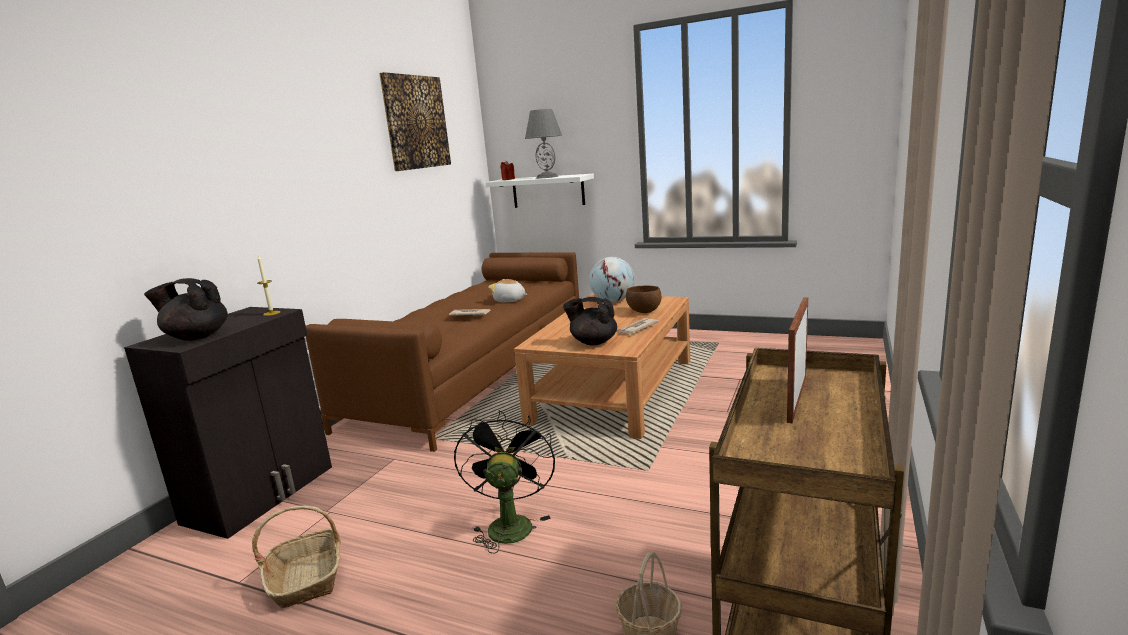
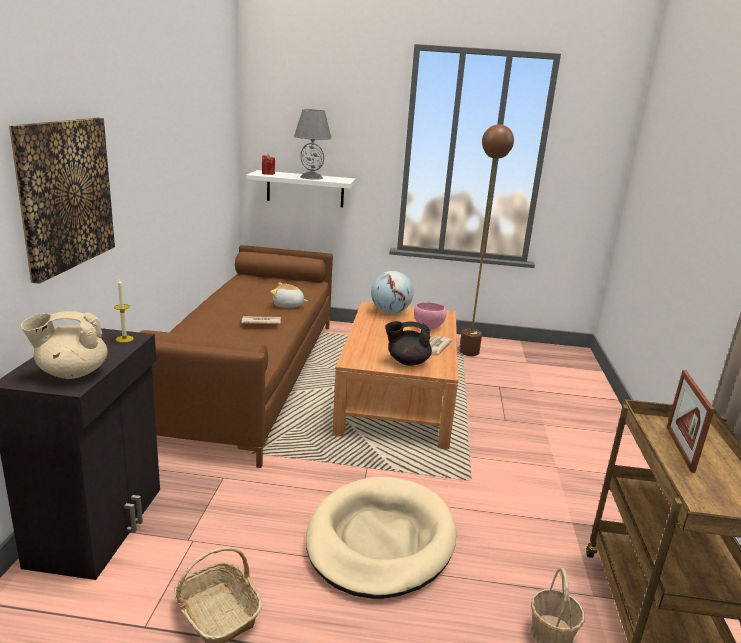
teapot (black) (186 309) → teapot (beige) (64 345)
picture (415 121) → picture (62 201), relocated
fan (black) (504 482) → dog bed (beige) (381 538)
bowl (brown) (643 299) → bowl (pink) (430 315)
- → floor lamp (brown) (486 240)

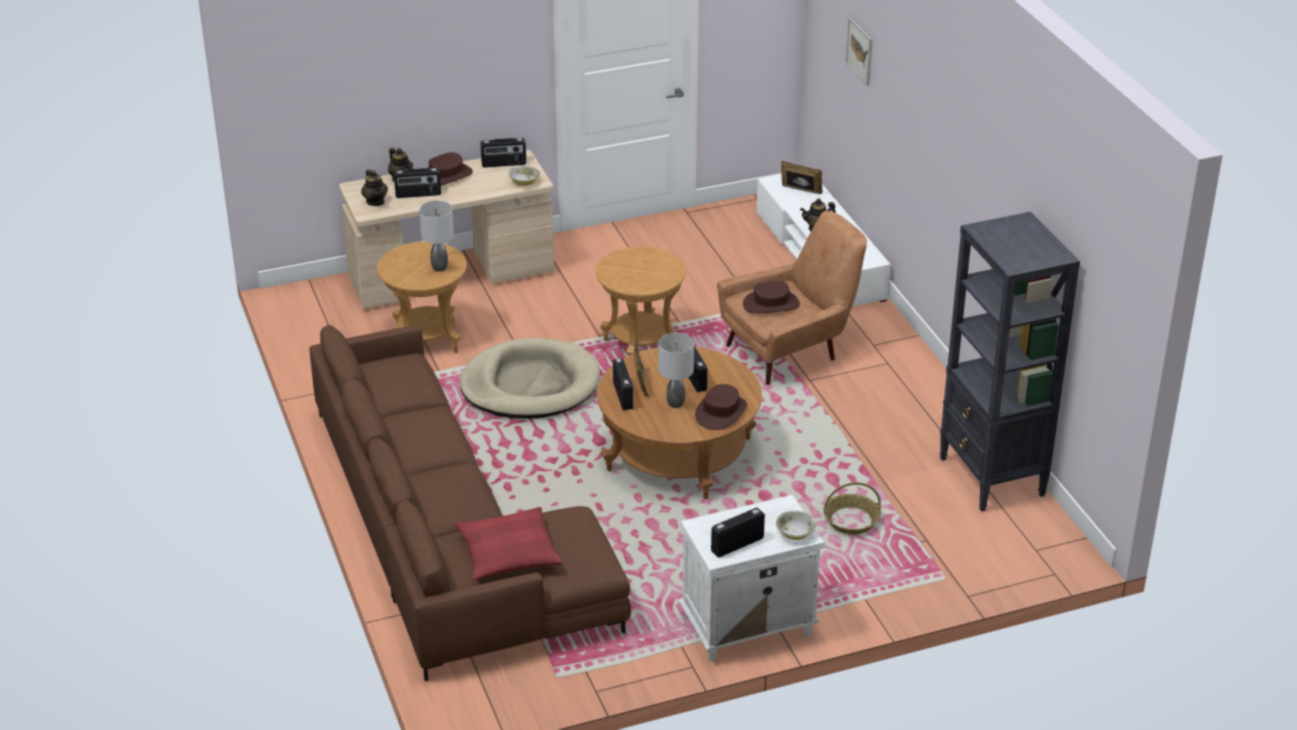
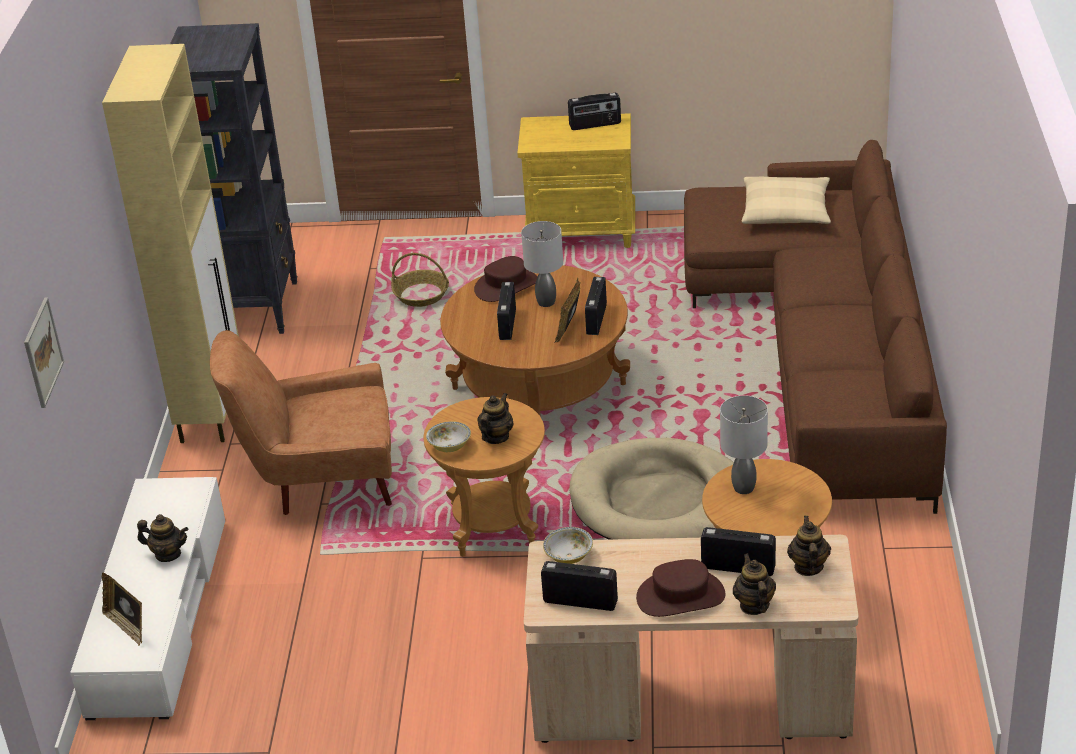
pillow (red) (509 543) → pillow (beige) (786 200)
nightstand (white) (751 578) → nightstand (yellow) (576 180)
hat (brown) (771 297) → -
bowl (796 525) → bowl (448 436), relocated
- → cabinet (beige) (170 243)
- → teapot (495 418)

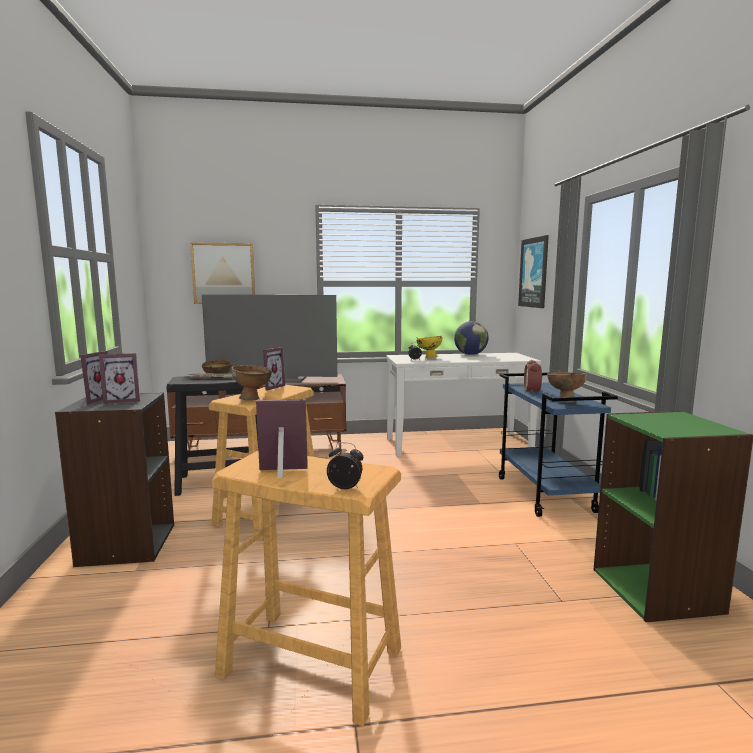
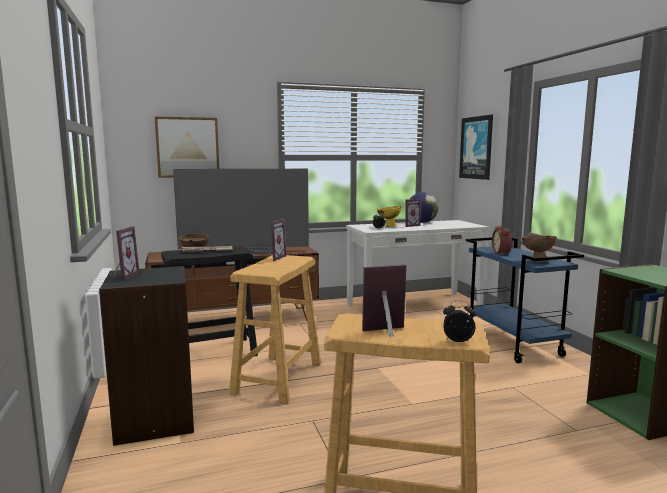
picture frame (119 378) → picture frame (413 213), relocated
bowl (brown) (251 382) → -

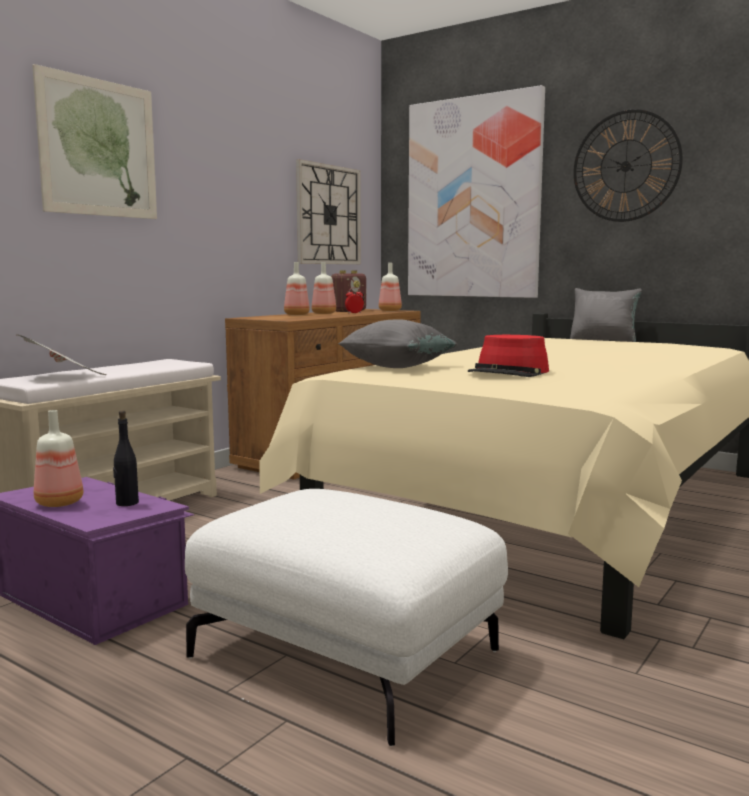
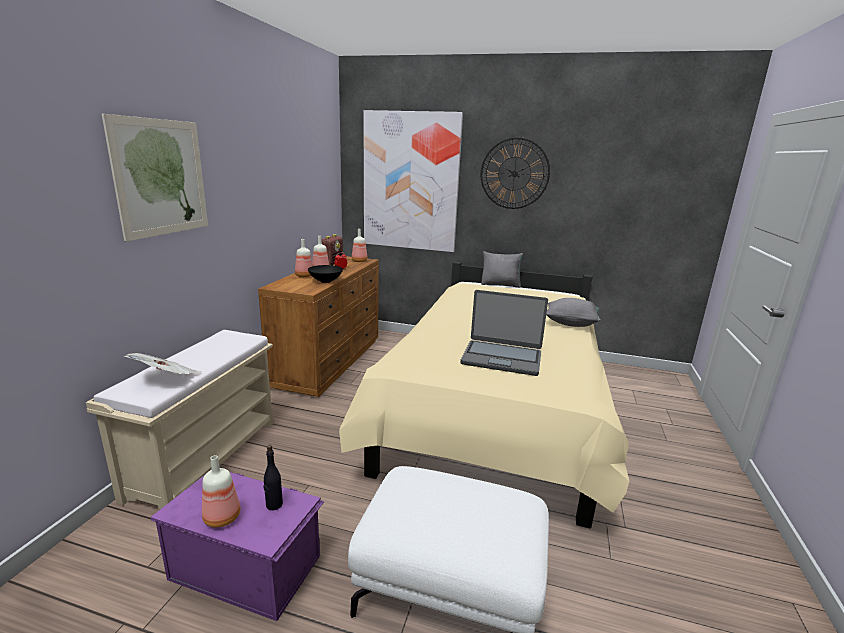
wall clock (328 211) → -
pillow (grey) (398 343) → pillow (grey) (573 312), relocated
hat (red) (508 356) → laptop (504 333)
- → bowl (black) (325 274)

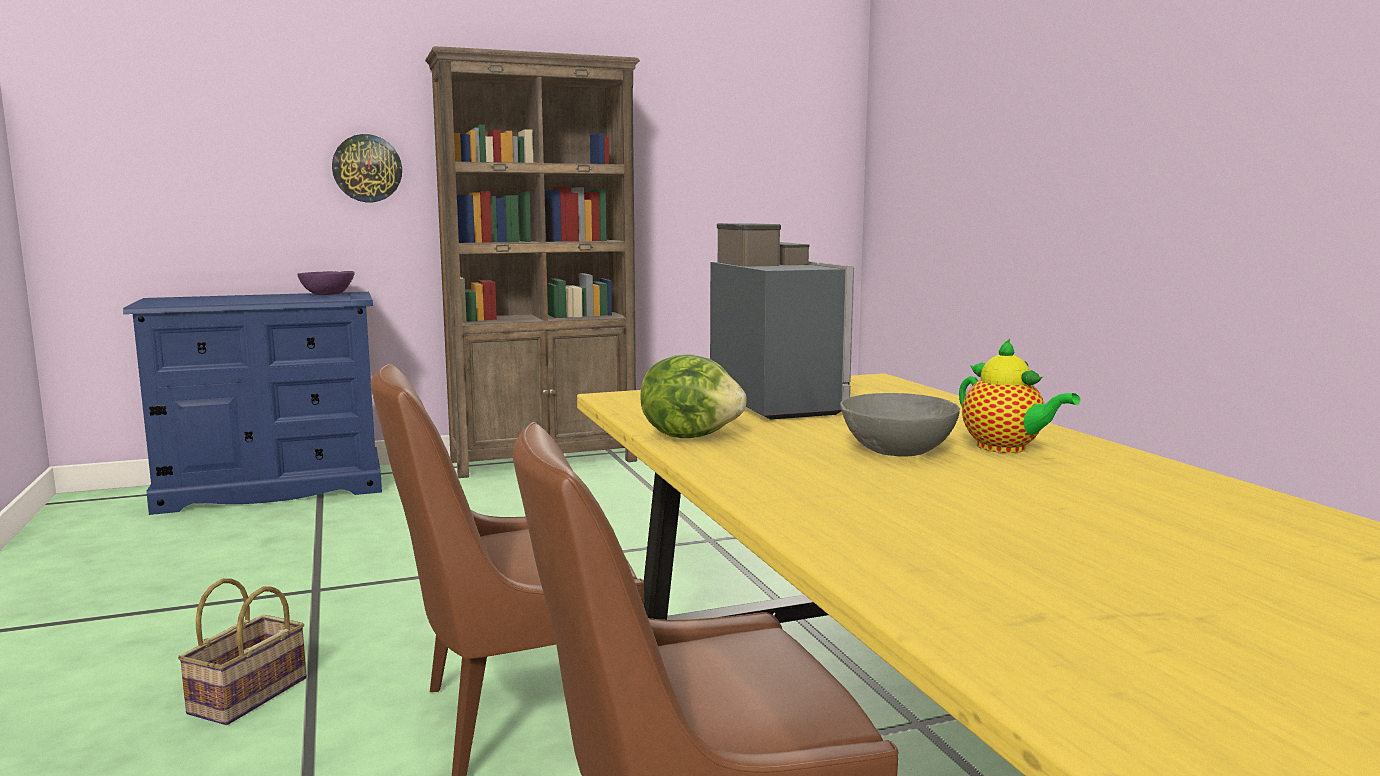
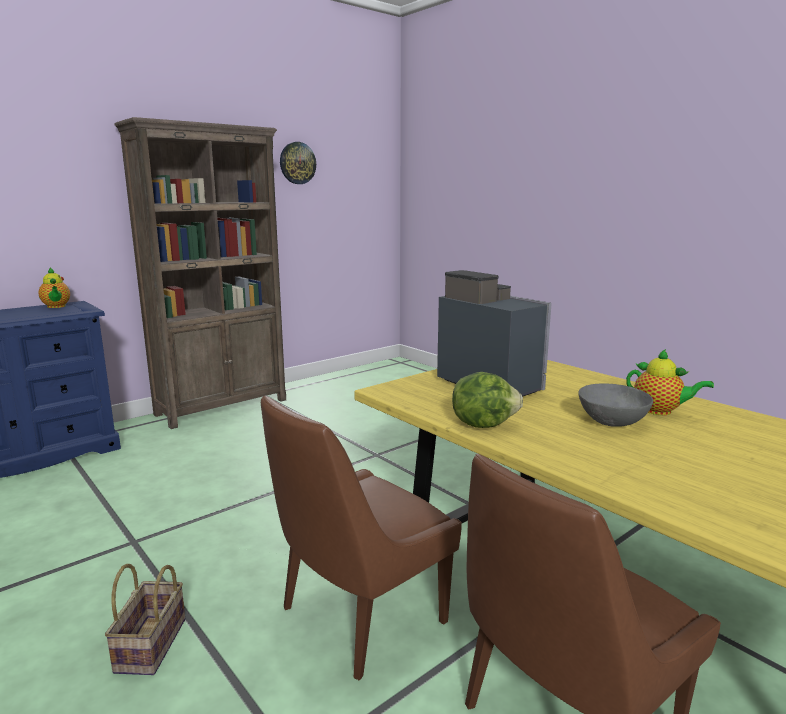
bowl (purple) (326 283) → teapot (54 287)
wall clock (367 168) → wall clock (298 163), relocated

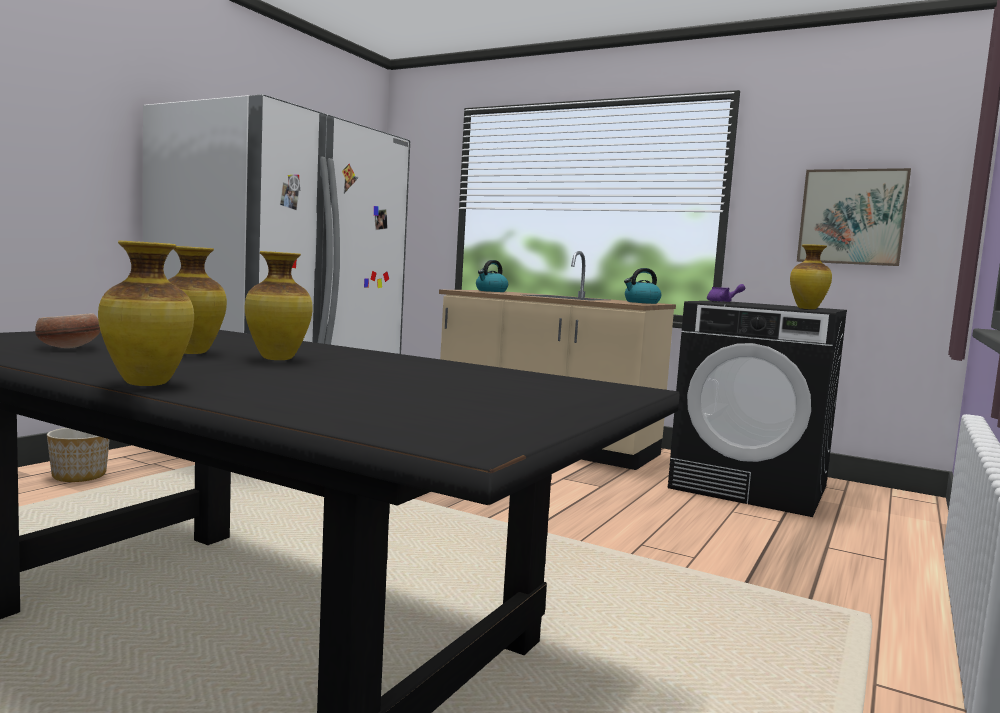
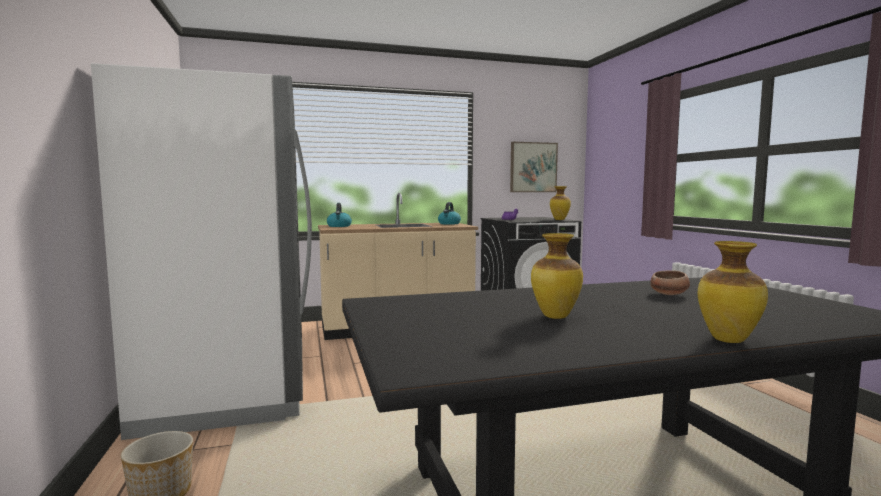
bowl (67 331) → bowl (670 282), relocated
vase (279 305) → -

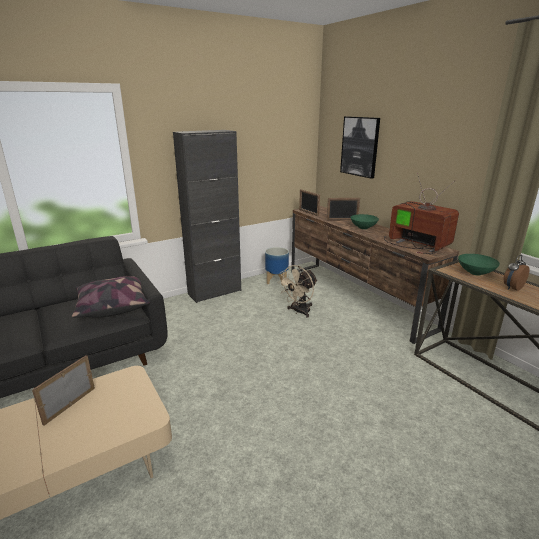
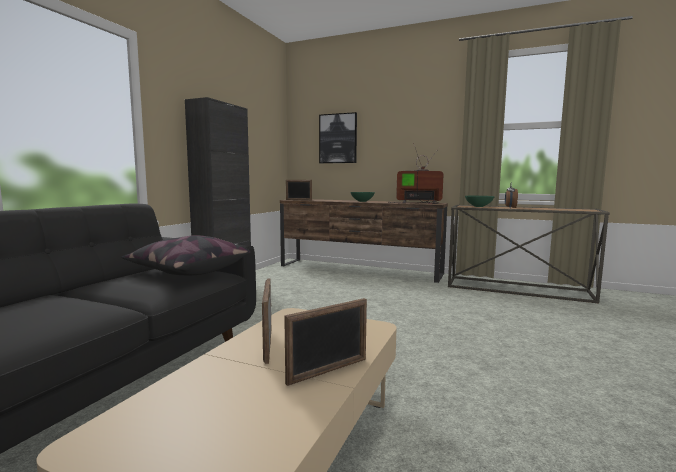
planter (277 266) → -
fan (beige) (297 291) → -
picture frame (343 209) → picture frame (325 342), relocated

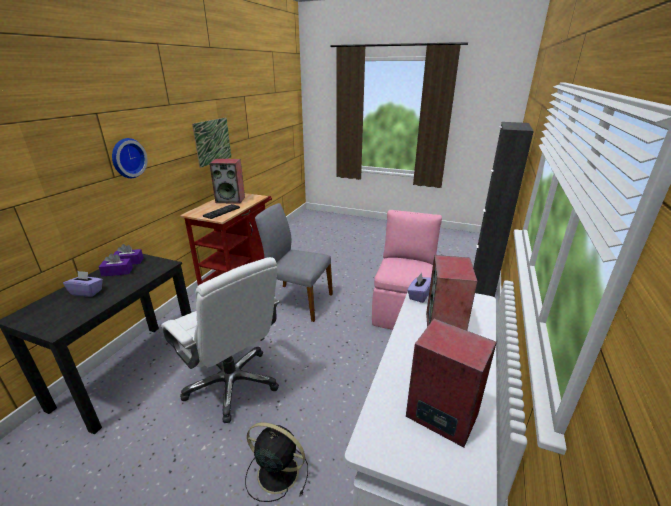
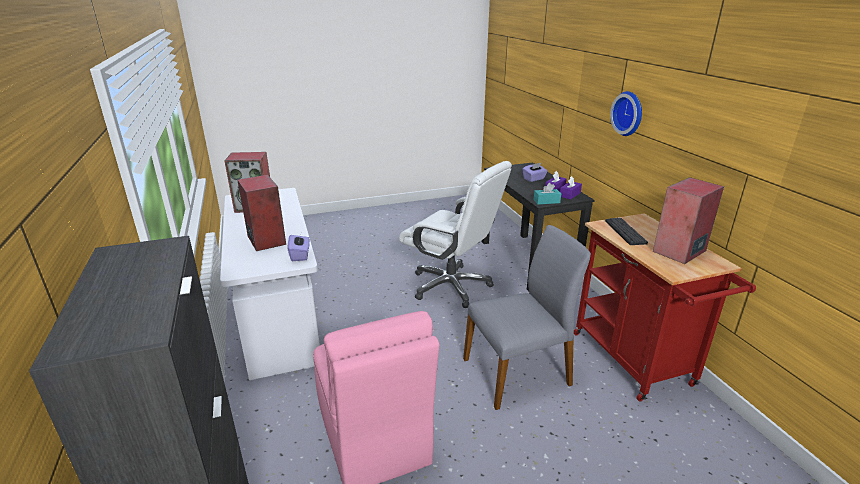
office chair (white) (220 340) → office chair (white) (455 234), 150 degrees counterclockwise
picture (211 142) → -
fan (black) (276 462) → -
- → tissue box (turquoise) (547 194)

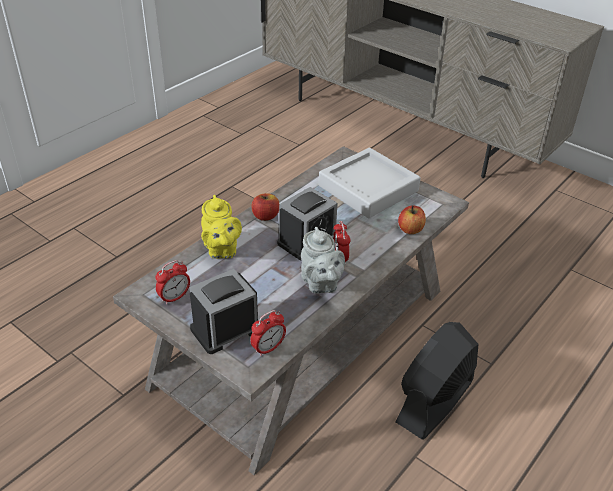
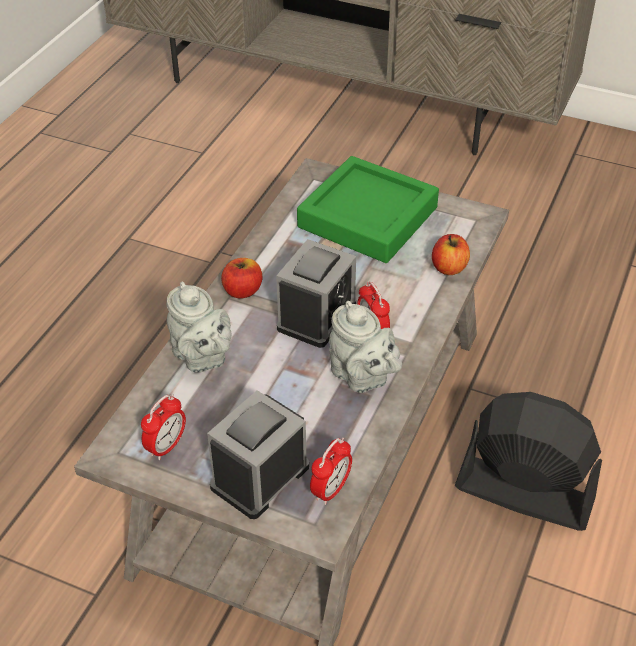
teapot (yellow) (221 227) → teapot (grey) (199 327)
tray (grey) (369 183) → tray (green) (368 209)
fan (black) (437 381) → fan (black) (528 461), 90 degrees clockwise

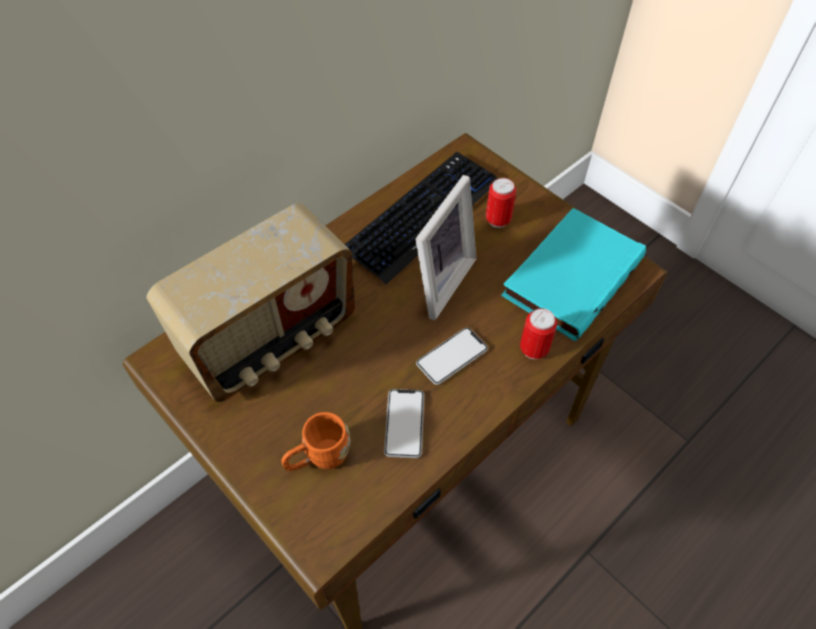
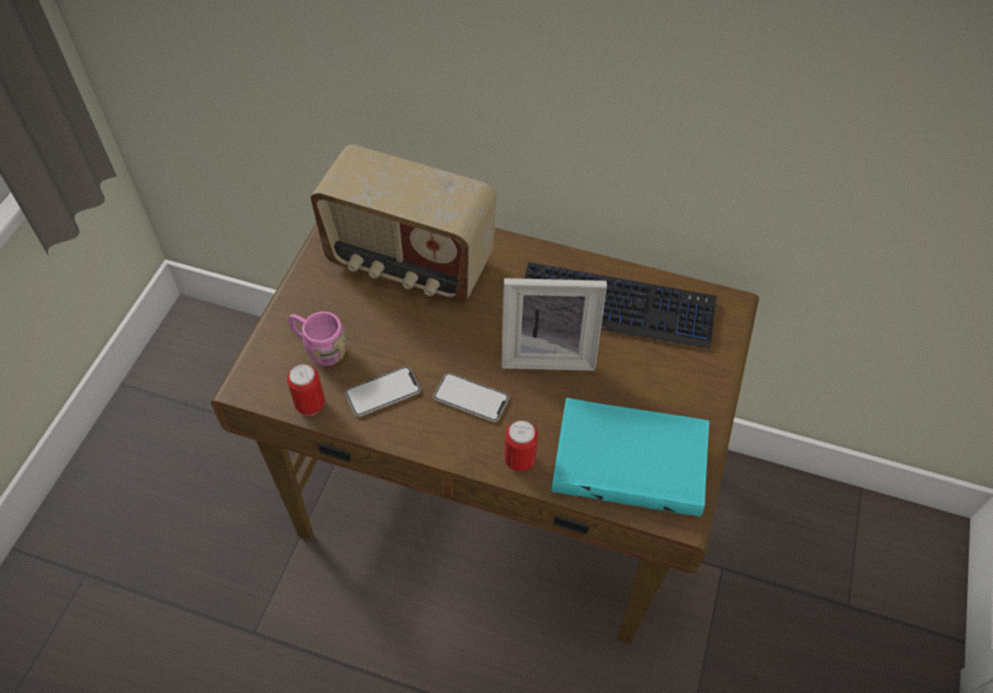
mug (orange) (315 441) → mug (pink) (317 339)
can (501 203) → can (306 389), relocated

